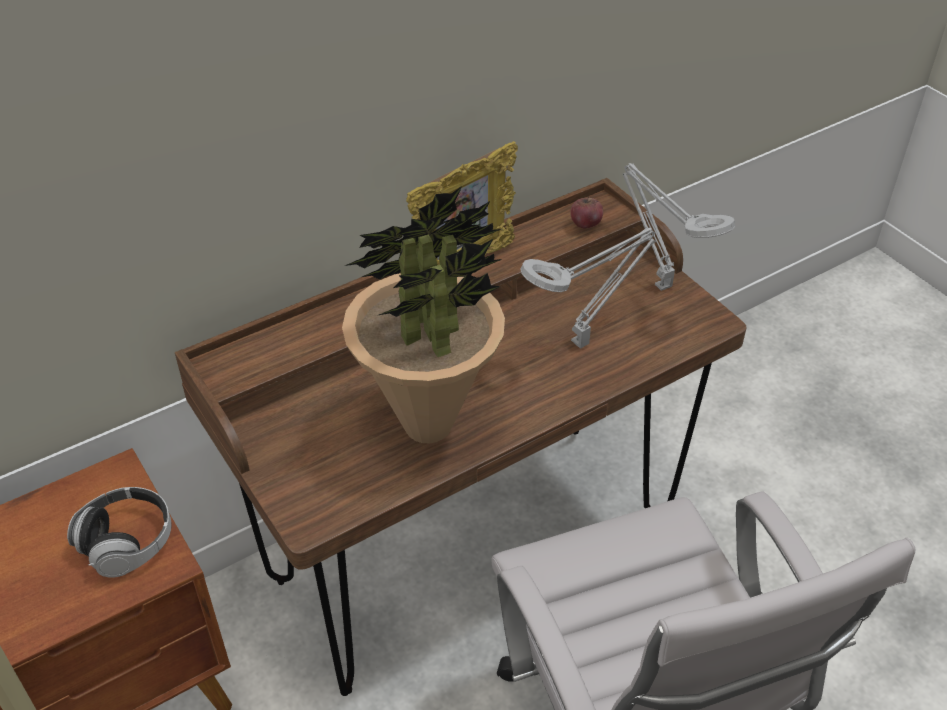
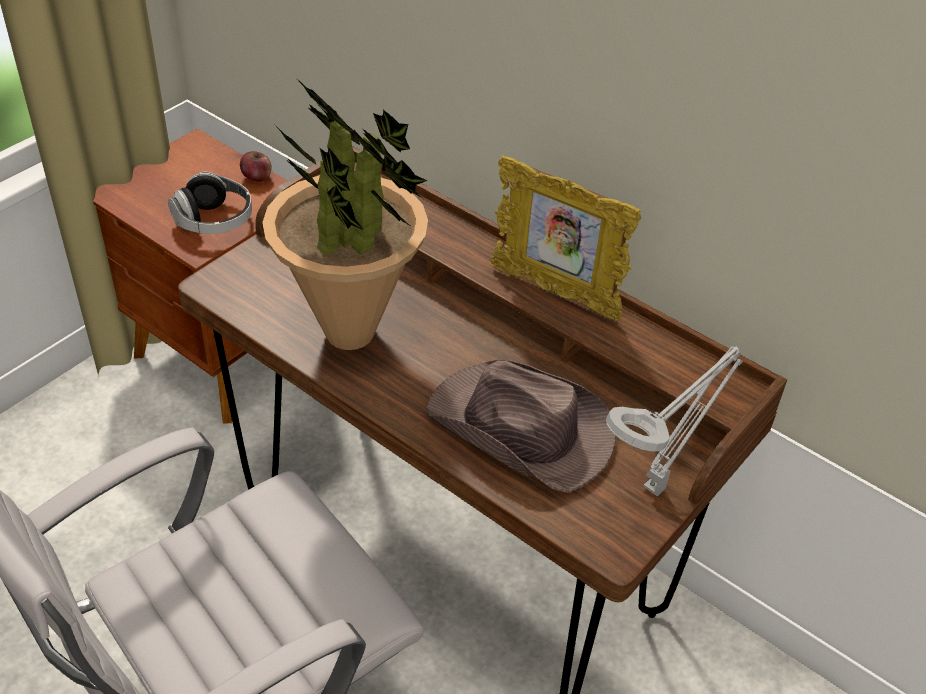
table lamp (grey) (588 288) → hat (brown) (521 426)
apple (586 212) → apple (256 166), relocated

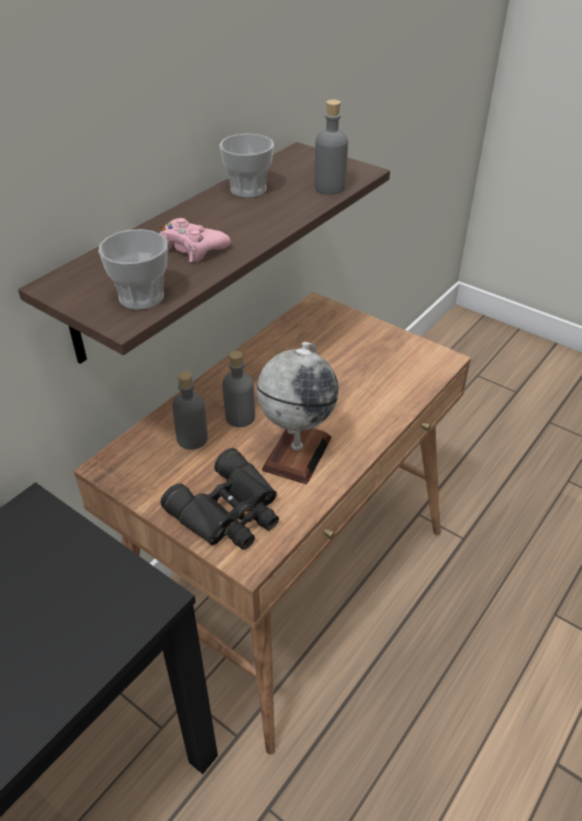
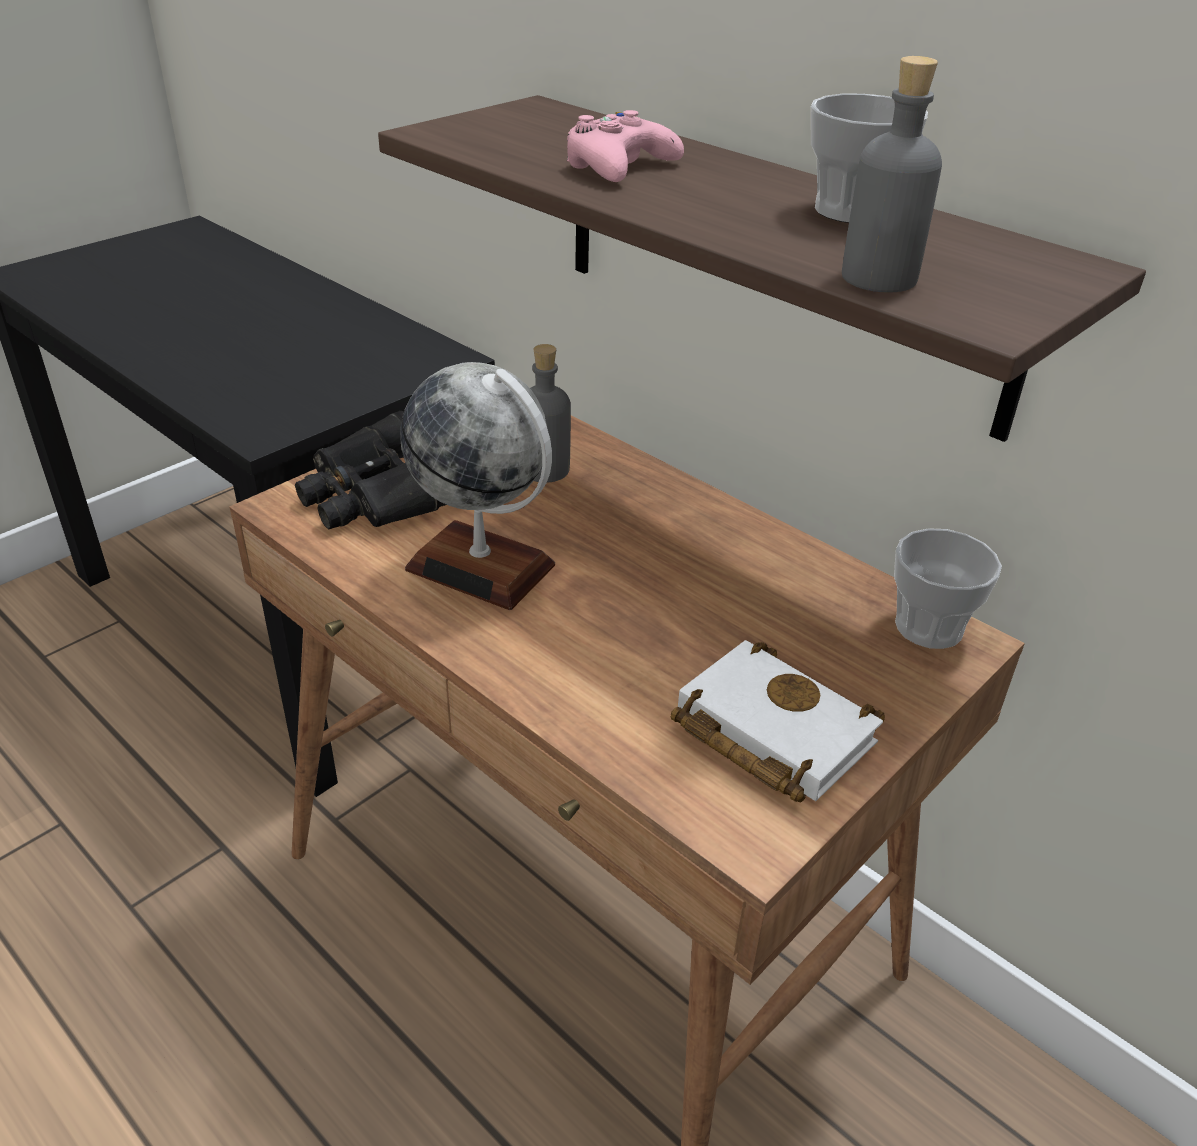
cup (133 269) → cup (948 588), relocated
bottle (grey) (238 389) → -
- → book (white) (778 721)

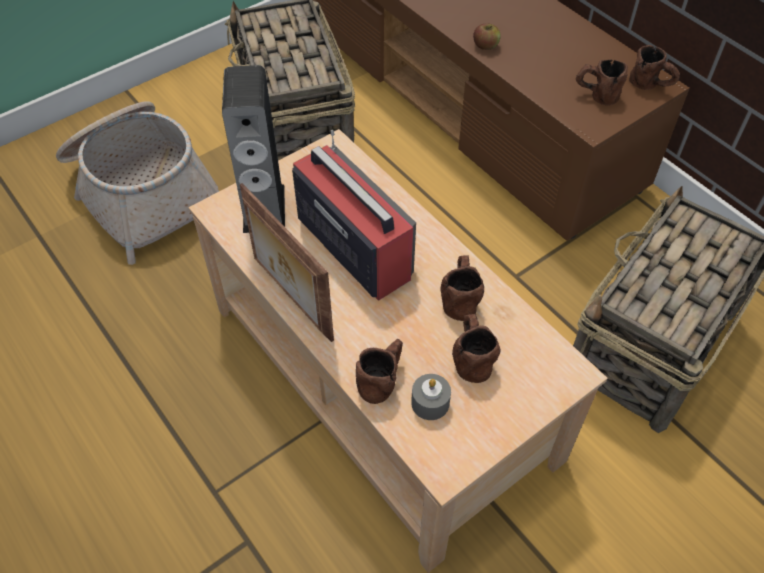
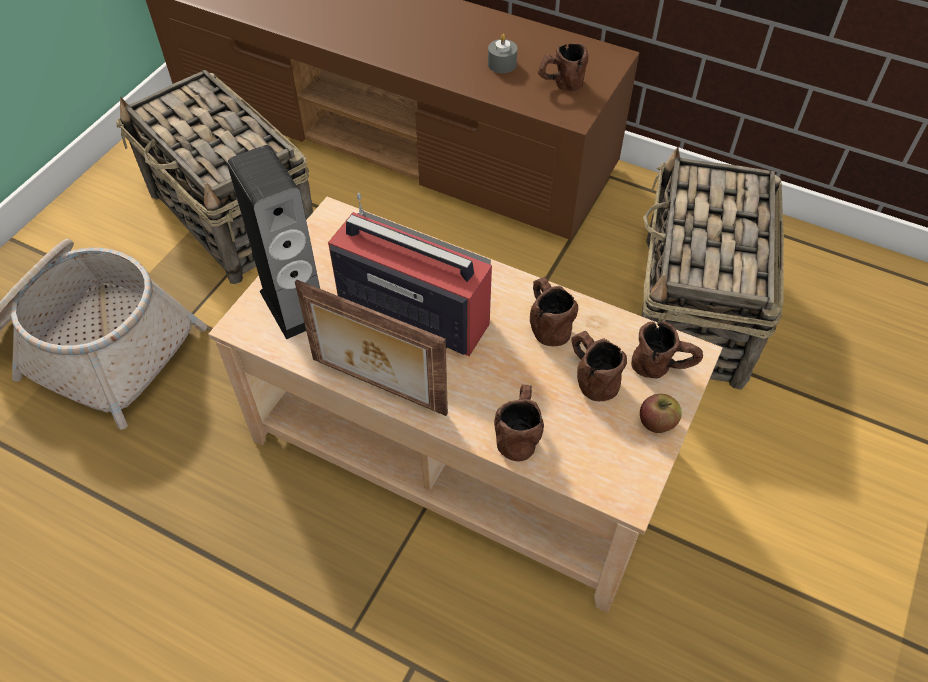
candle (grey) (431 397) → candle (grey) (502 53), relocated
apple (487 36) → apple (661 413), relocated
mug (brown) (654 67) → mug (brown) (667 350), relocated

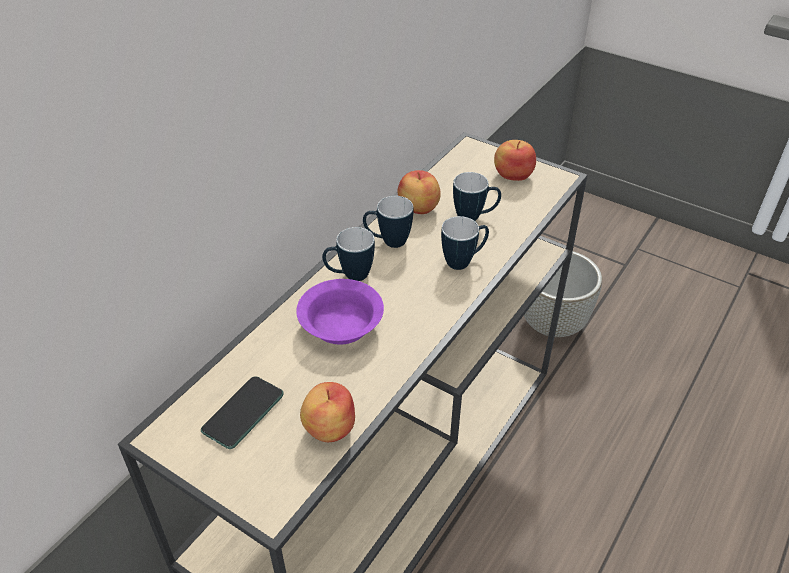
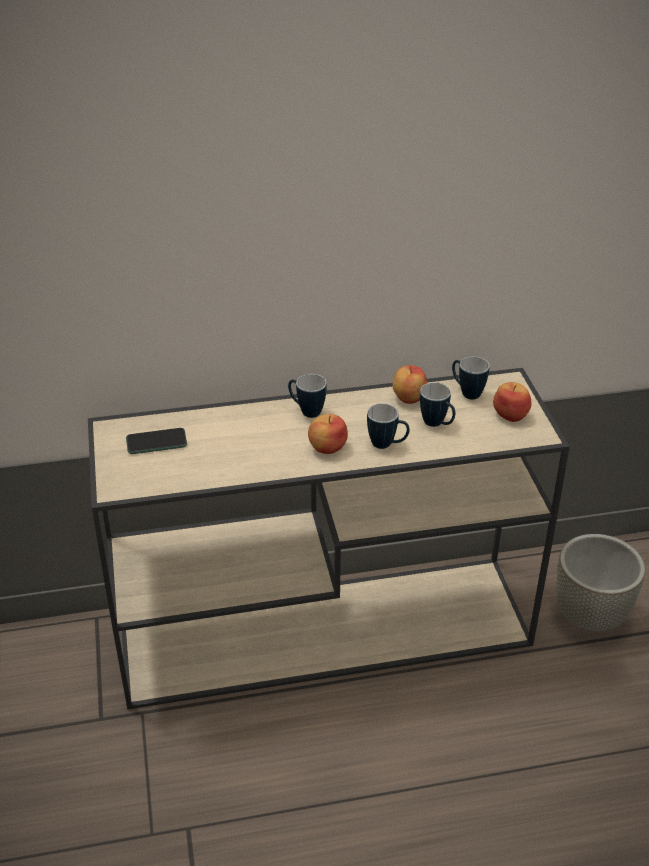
bowl (purple) (340 311) → -
apple (327 412) → apple (328 434), relocated
mug (388 222) → mug (471 378), relocated

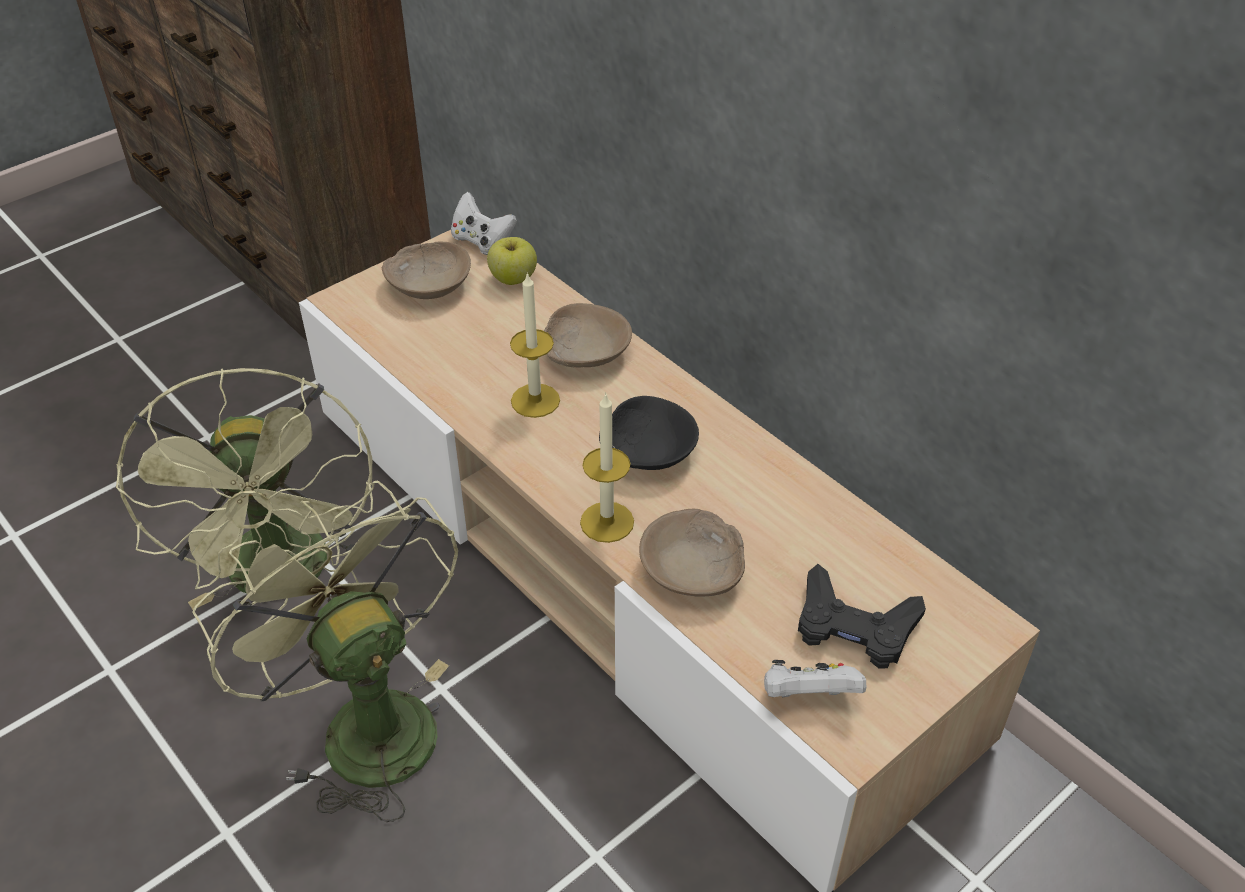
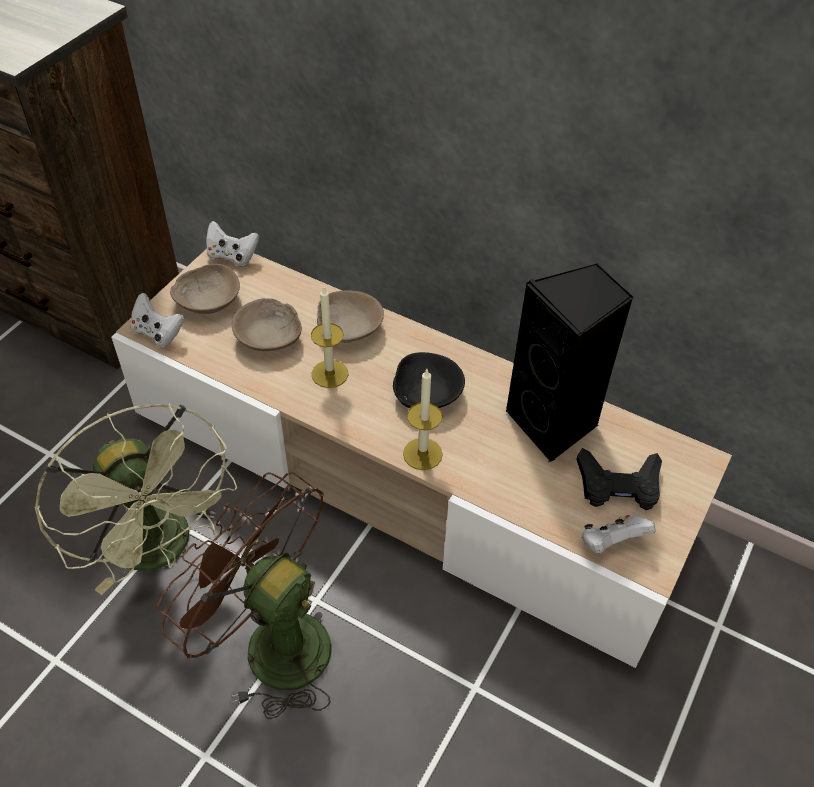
fan (green) (325 651) → fan (brown) (244 595)
apple (512 261) → -
bowl (beige) (692 553) → bowl (beige) (267 324), relocated
- → game controller (white) (157 320)
- → speaker (black) (570 362)

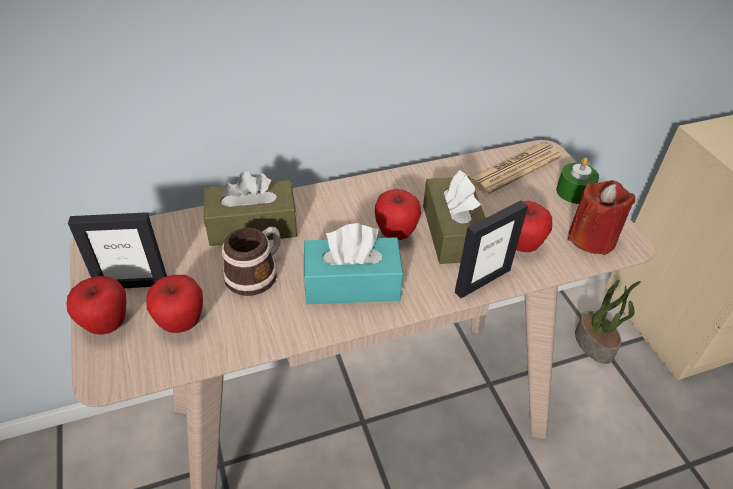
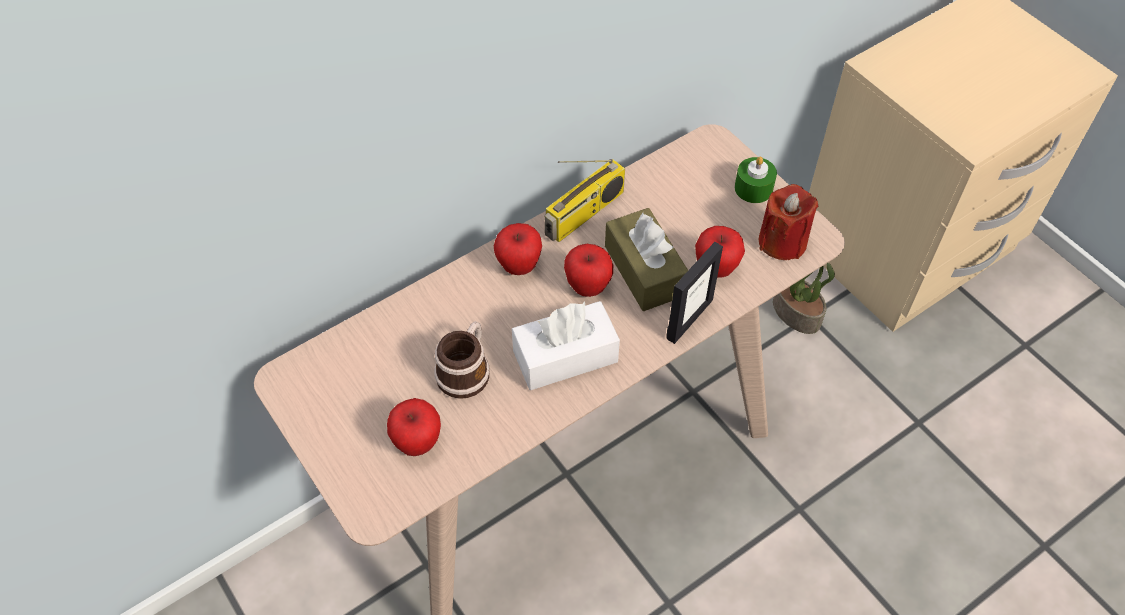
apple (97 305) → apple (518 249), relocated
picture frame (117 250) → -
tissue box (brown) (250 208) → -
tissue box (turquoise) (353 263) → tissue box (white) (566 345)
newspaper (516 168) → -
- → radio (585 200)

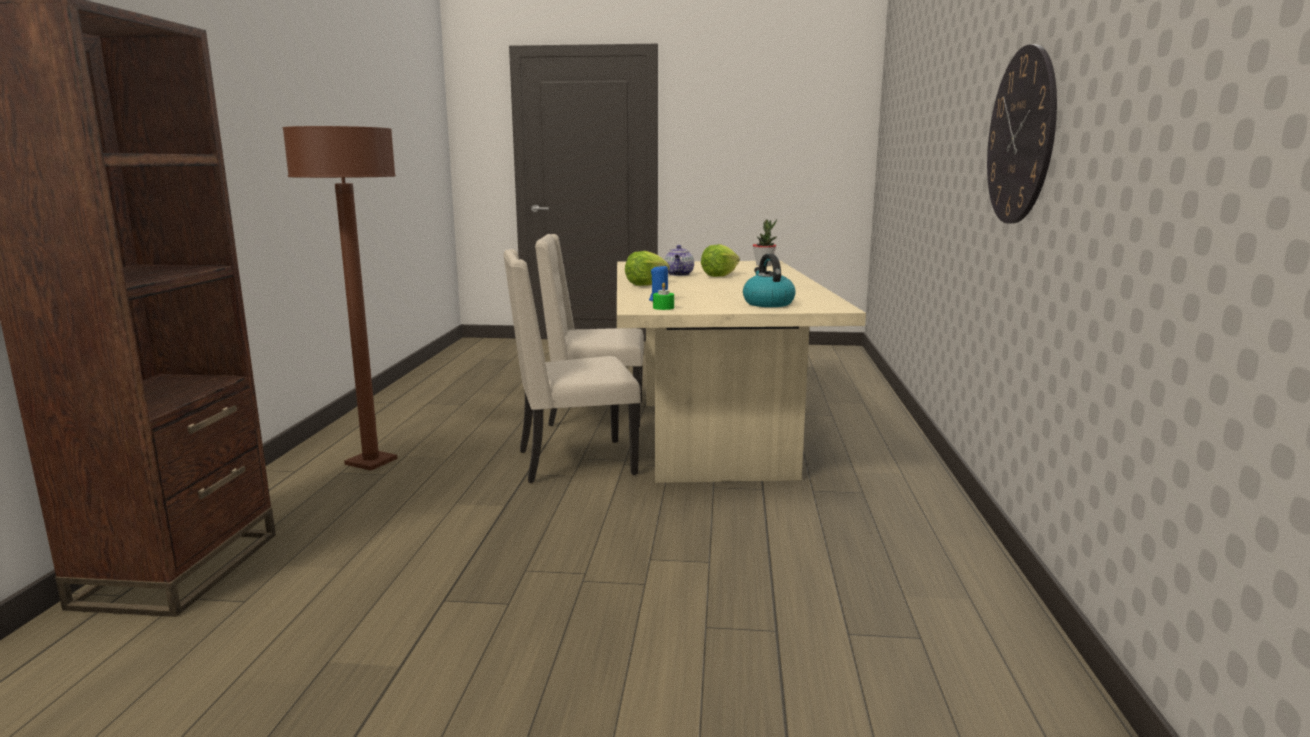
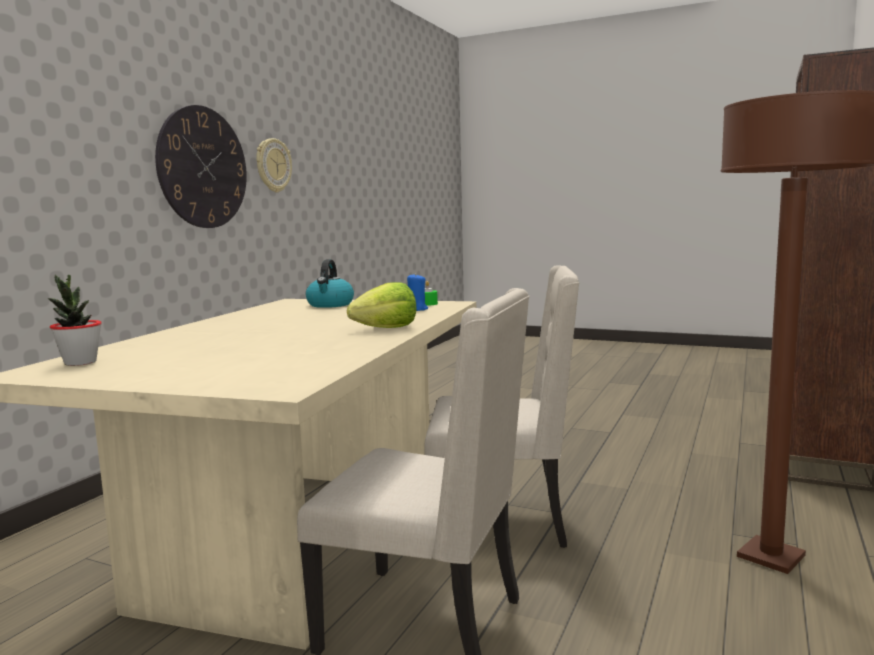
teapot (679 260) → -
lettuce (720 260) → -
- → wall clock (274 165)

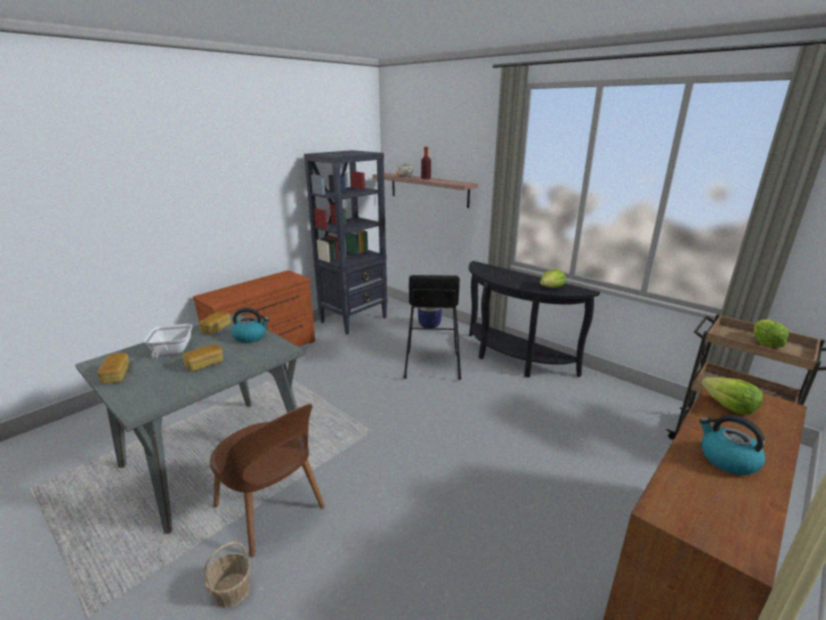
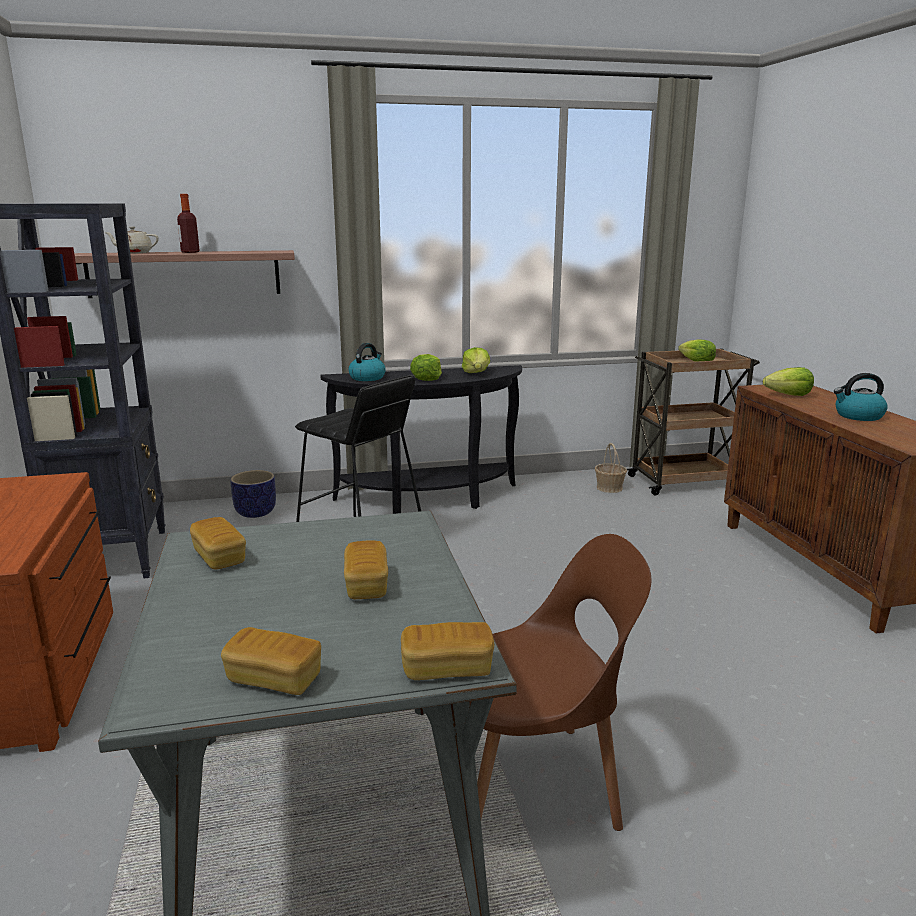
frying pan (168 341) → -
basket (227 574) → basket (611 468), relocated
kettle (250 325) → kettle (367 362), relocated
- → bread (447 651)
- → lettuce (426 367)

